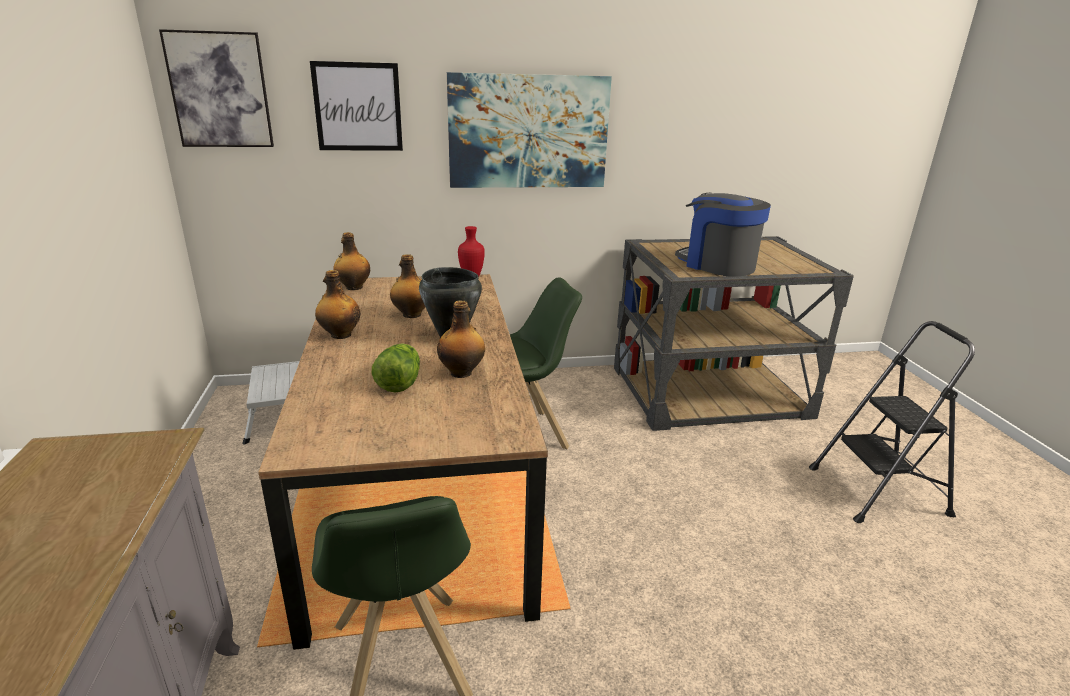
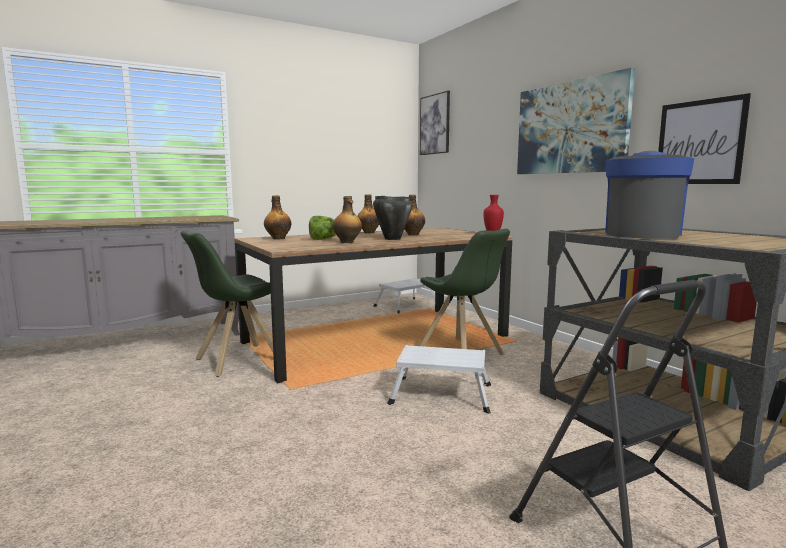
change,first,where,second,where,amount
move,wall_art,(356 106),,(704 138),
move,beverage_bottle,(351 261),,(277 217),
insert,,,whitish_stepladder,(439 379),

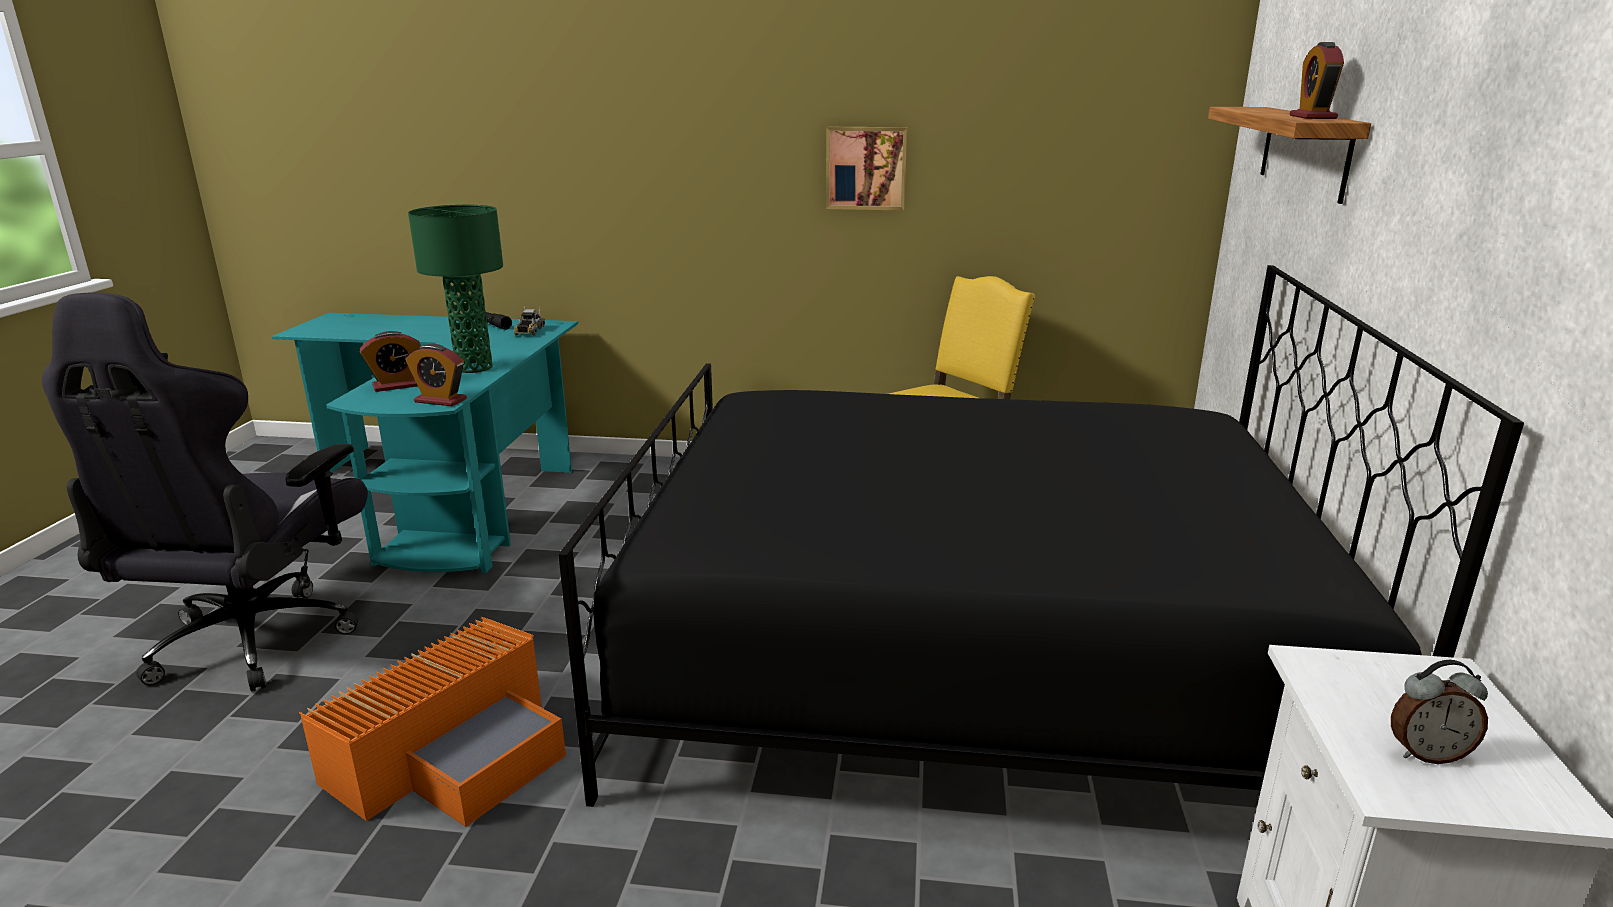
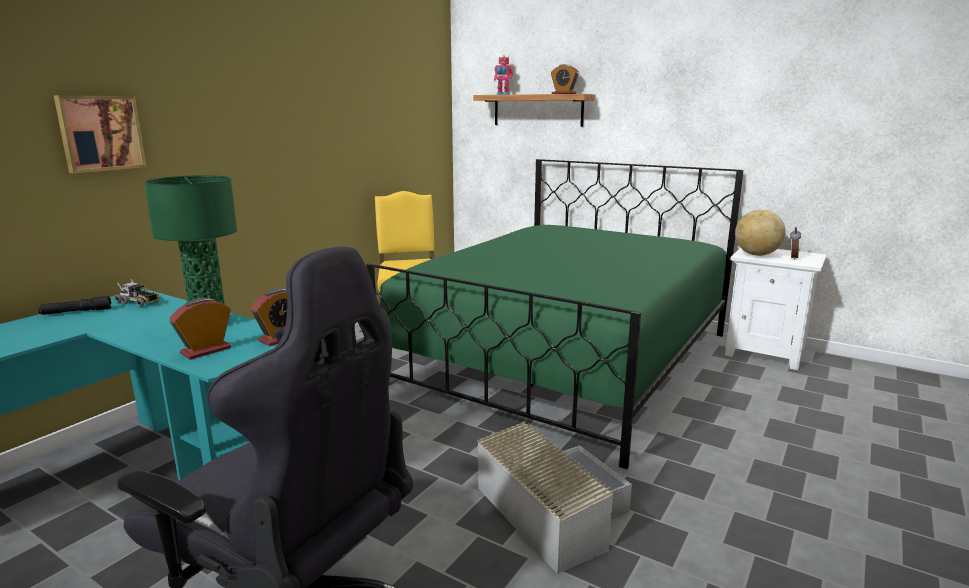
change,first,where,second,where,amount
move,wall_art,(866 169),,(100 134),
recolor,black_sleeping_bed,(1041 536),greenish_sleeping_bed,(555 314),
rotate,table_clock,(390 361),,(200 329),135 degrees counterclockwise
recolor,orange-coloured_storage_box,(432 722),gray_storage_box,(554 497),
insert,,,toy_robot,(503 75),
insert,,,globe,(760 232),

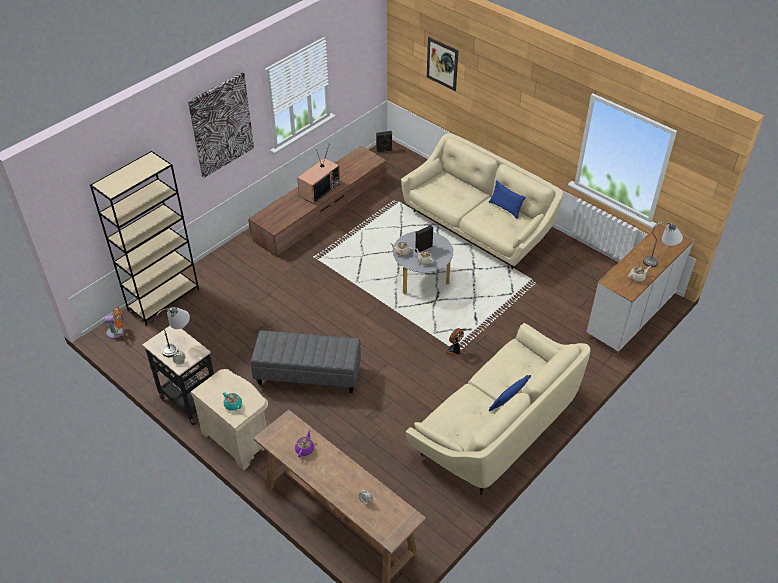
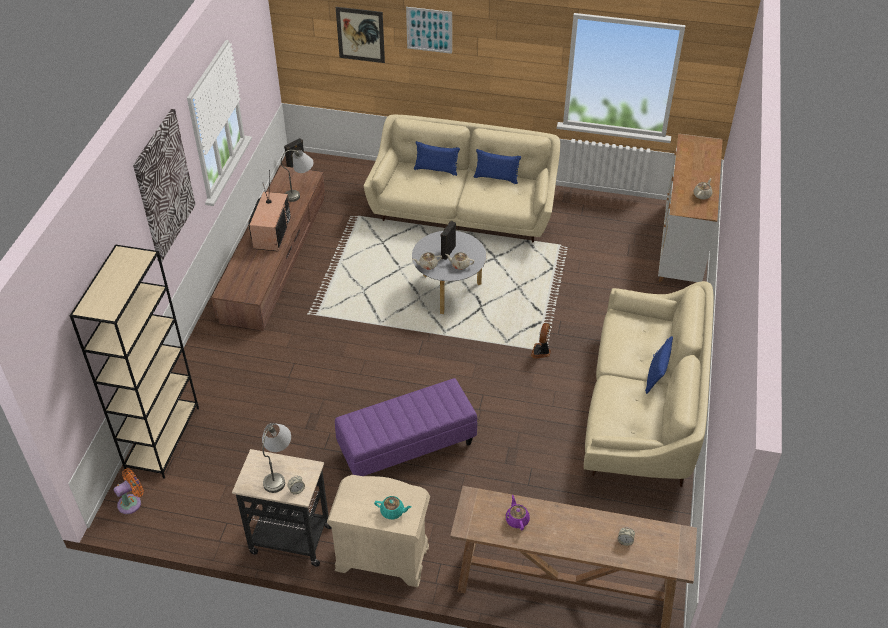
change,first,where,second,where,amount
move,gray_lamp_for_a_table,(663 244),,(297 176),
recolor,gray_ottoman,(306 361),purple-coloured_ottoman,(406 427),
insert,,,wall_art,(429 30),
insert,,,blue-coloured_pillow,(437 158),

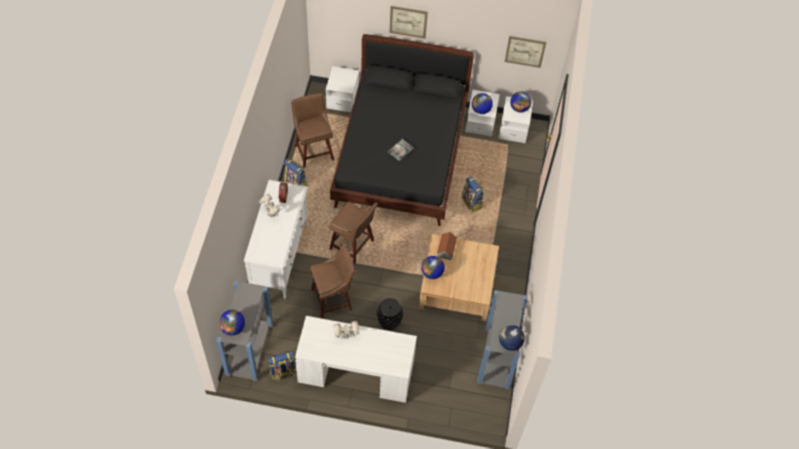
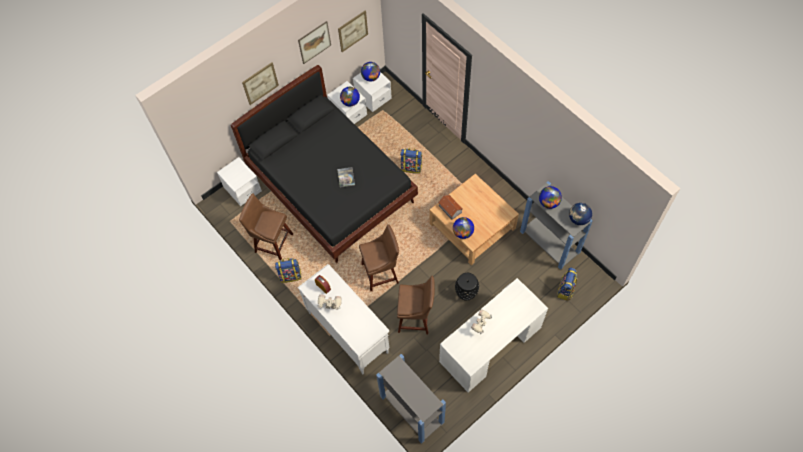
change,first,where,second,where,amount
rotate,brown_plain_chair,(332 281),,(416 305),75 degrees clockwise
move,globe,(232 322),,(550 197),
move,rucksack,(282 366),,(567 284),
insert,,,wall_art,(314 42),

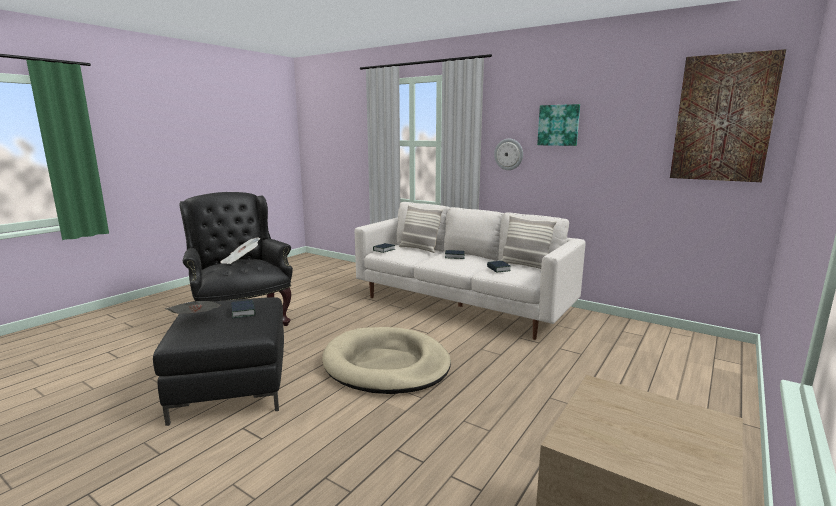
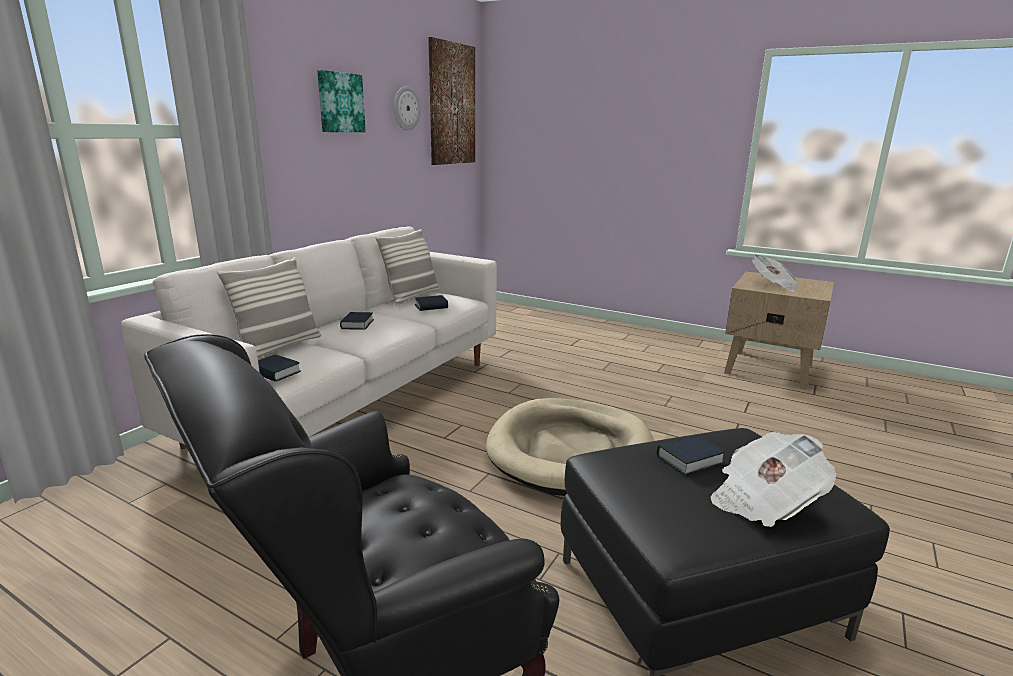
change,first,where,second,where,amount
move,wall_clock,(508 154),,(407 108),
move,newspaper,(240 250),,(775 273),

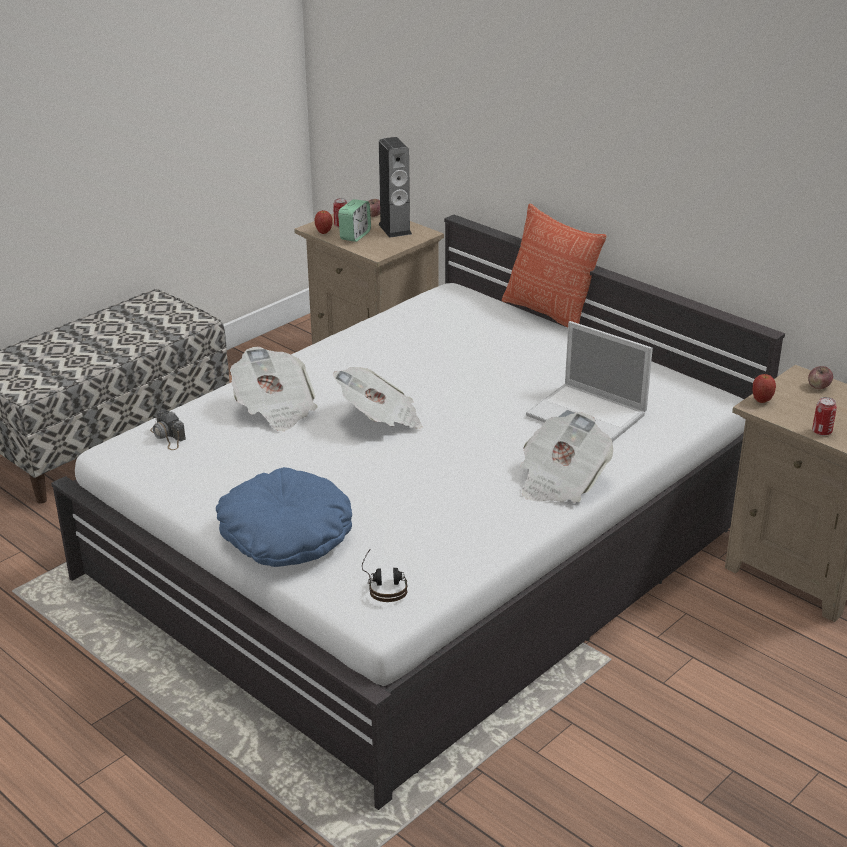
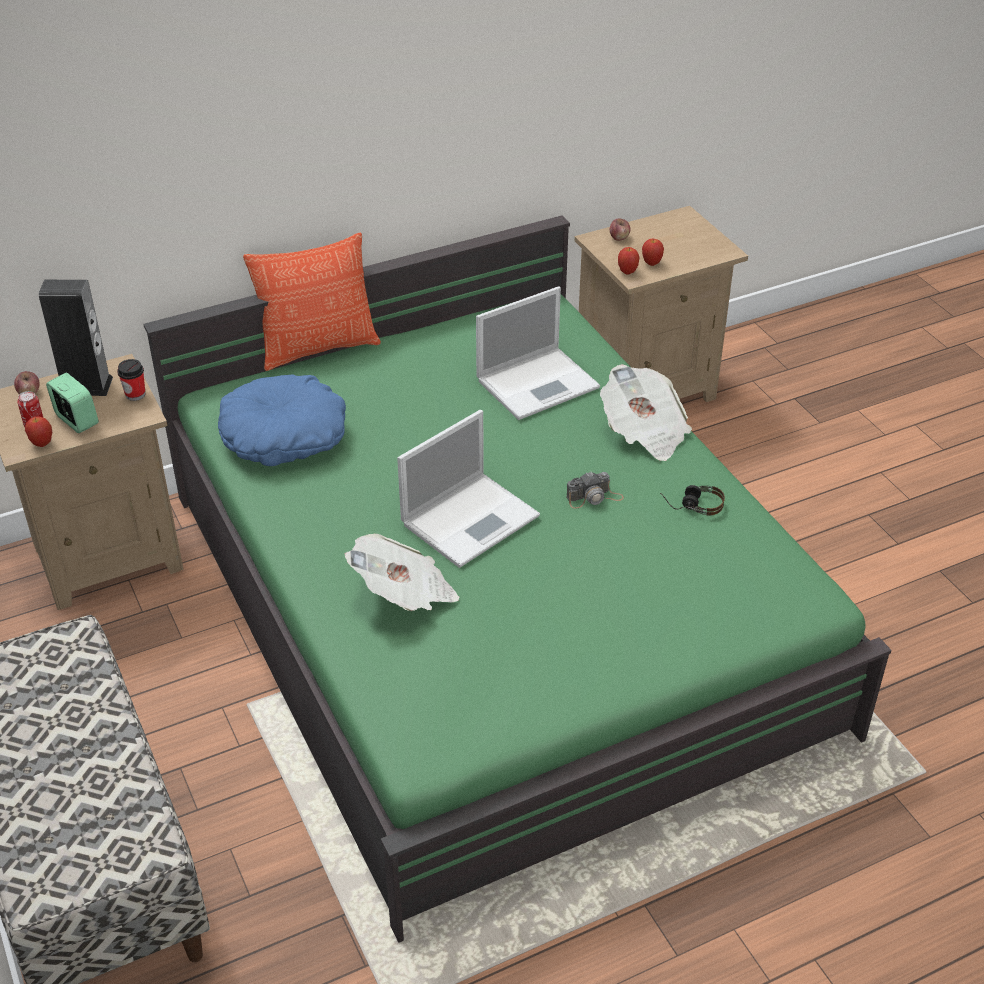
change,first,where,second,where,amount
recolor,whitish_sleeping_bed,(418 512),greenish_sleeping_bed,(517 579),
replace,newspaper,(378 398),portable_computer,(468 489),
delete,metal_can,(824 416),,,
move,photo_camera,(168 430),,(595 489),
move,blue-coloured_pillow,(284 517),,(282 420),
move,headset,(385 576),,(692 500),
insert,,,apple,(653 252),
insert,,,cup,(131 380),

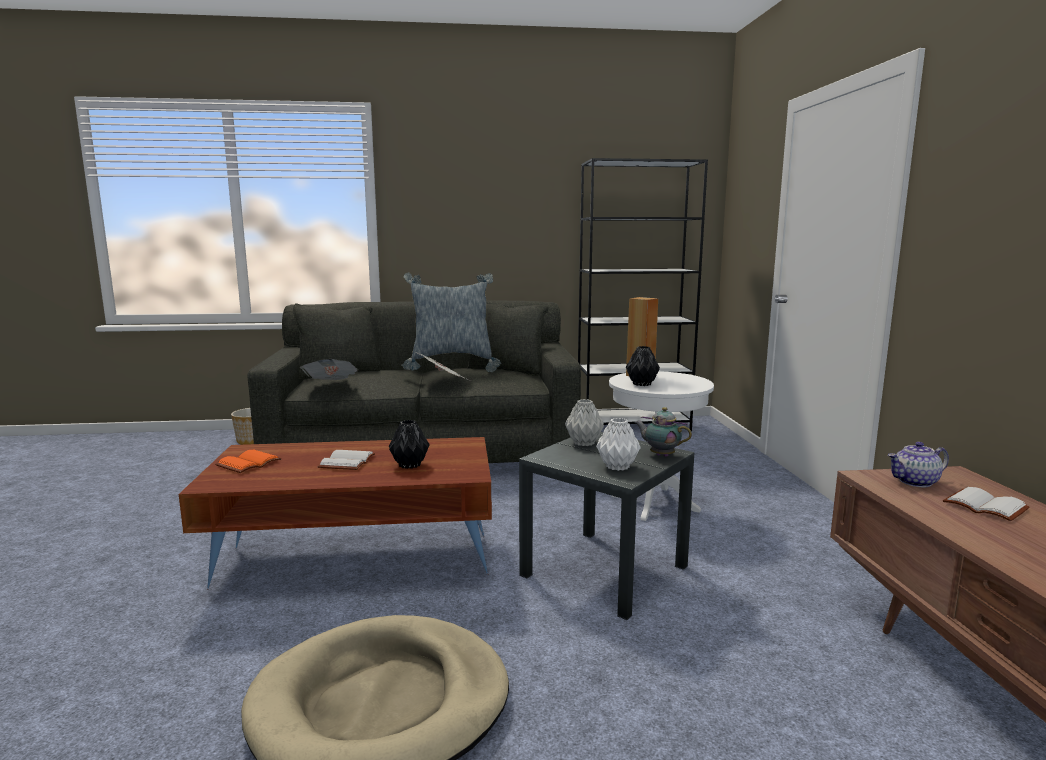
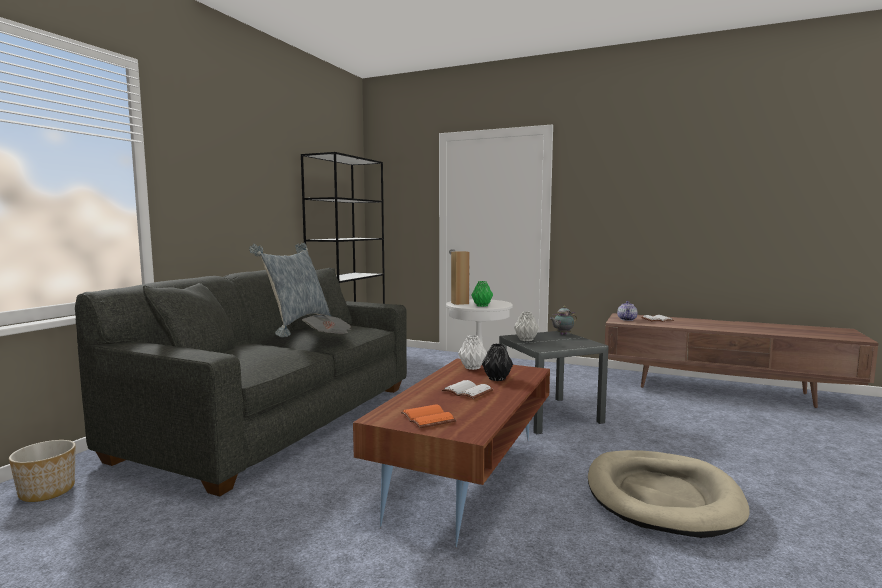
change,first,where,second,where,amount
recolor,black_flower_vase,(643 366),greenish_flower_vase,(482 294),
delete,newspaper,(329 369),,,
move,whitish_flower_vase,(618 444),,(472 352),

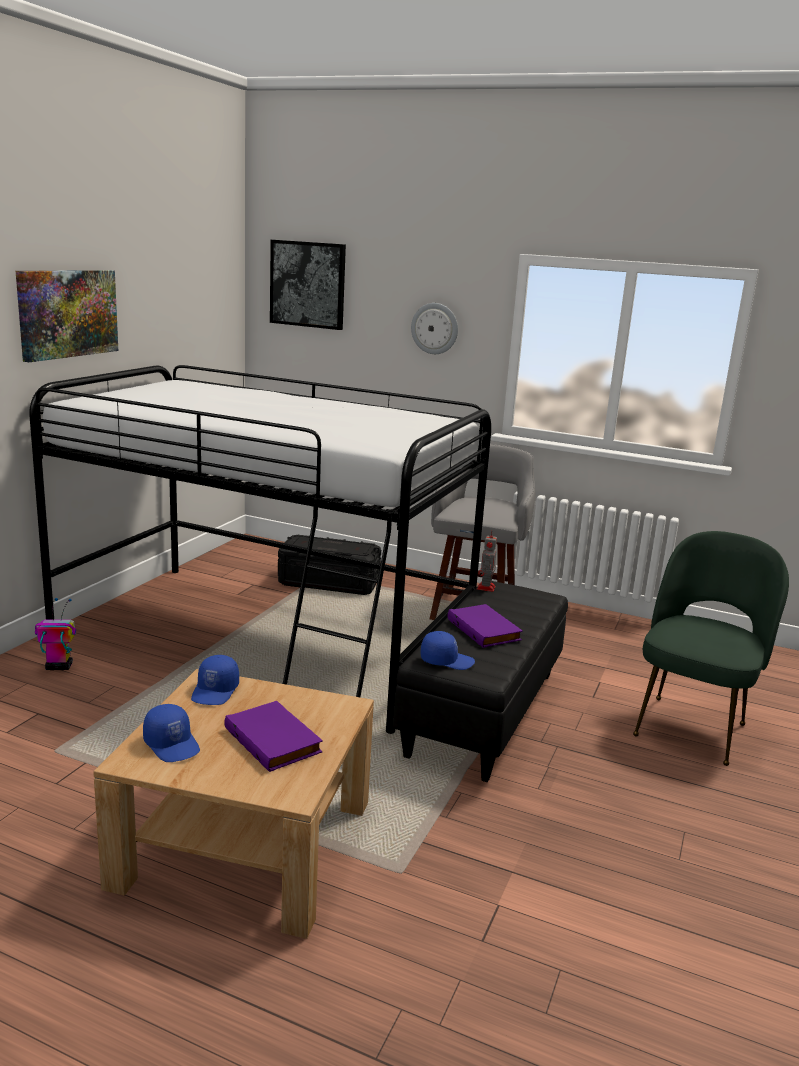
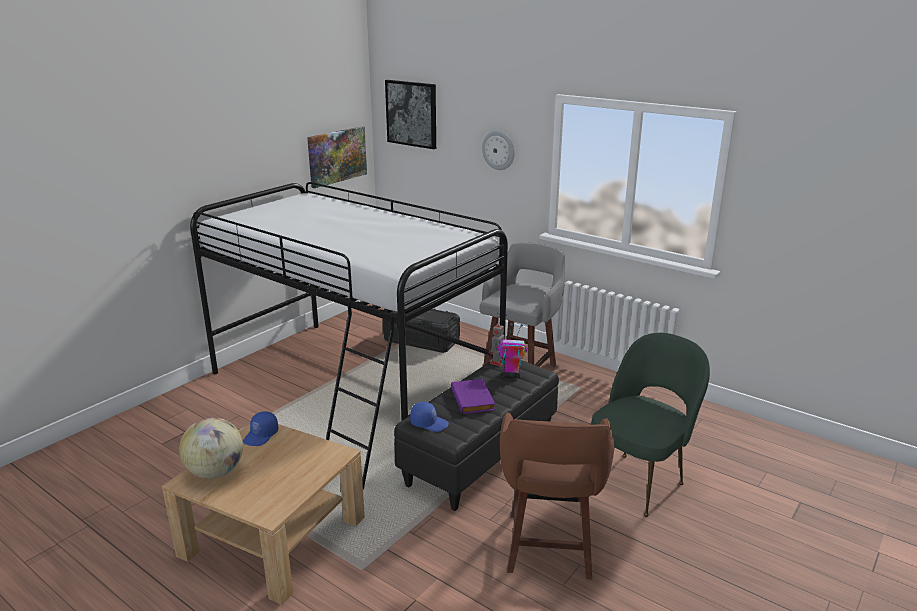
change,first,where,second,where,amount
move,wall_art,(67 316),,(337 157),
move,toy_robot,(55 634),,(512 351),
delete,purple-coloured_volume,(273 736),,,
replace,blue-coloured_baseball_cap,(171 733),globe,(211 448),
insert,,,brown_stool,(557 495),

